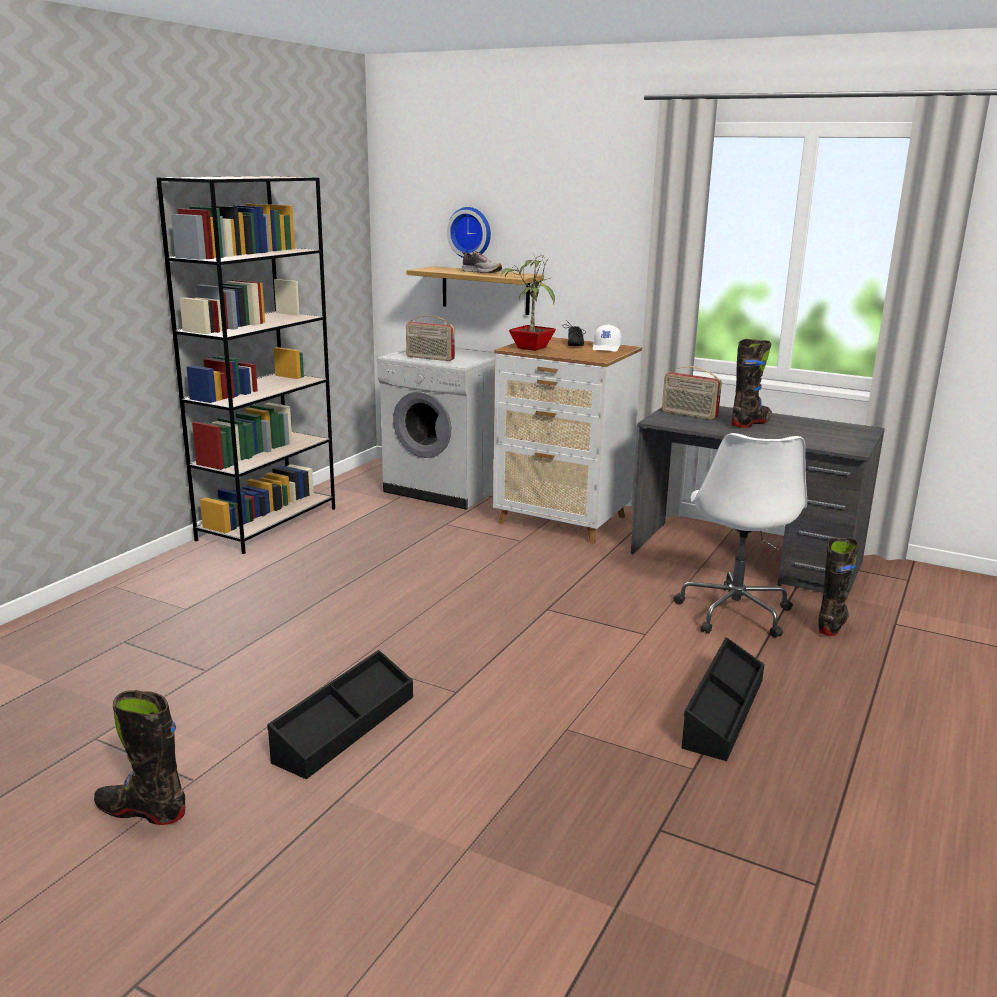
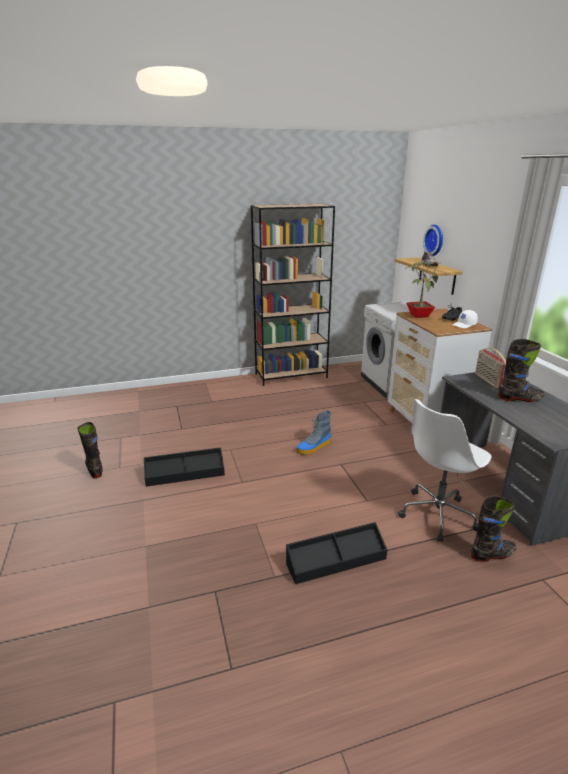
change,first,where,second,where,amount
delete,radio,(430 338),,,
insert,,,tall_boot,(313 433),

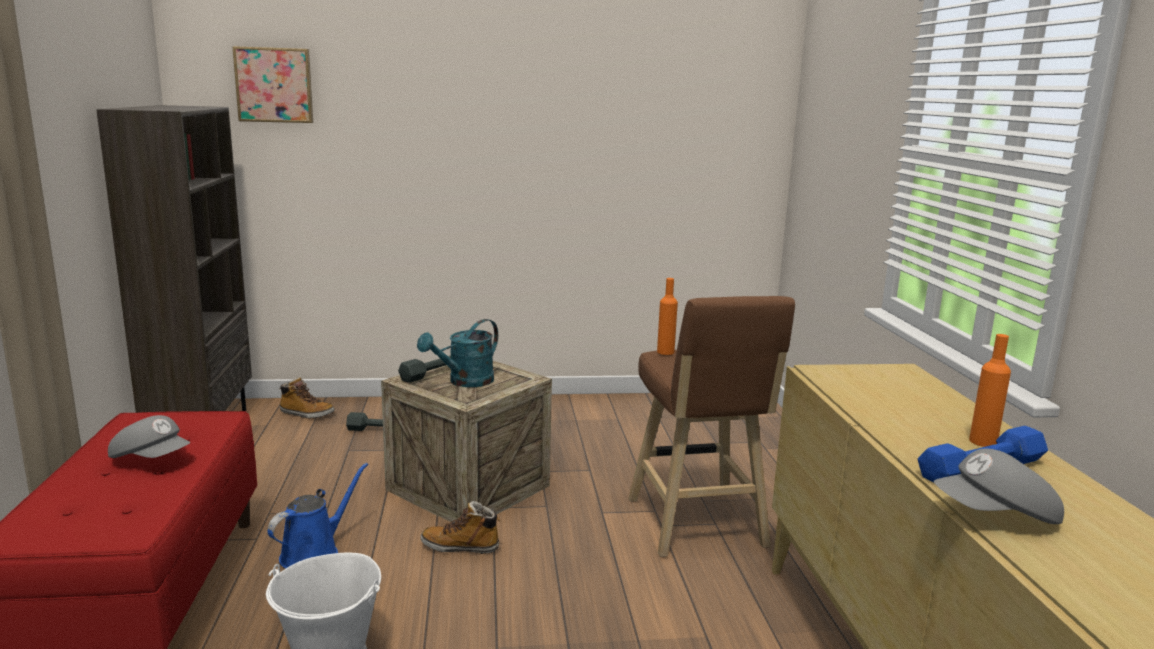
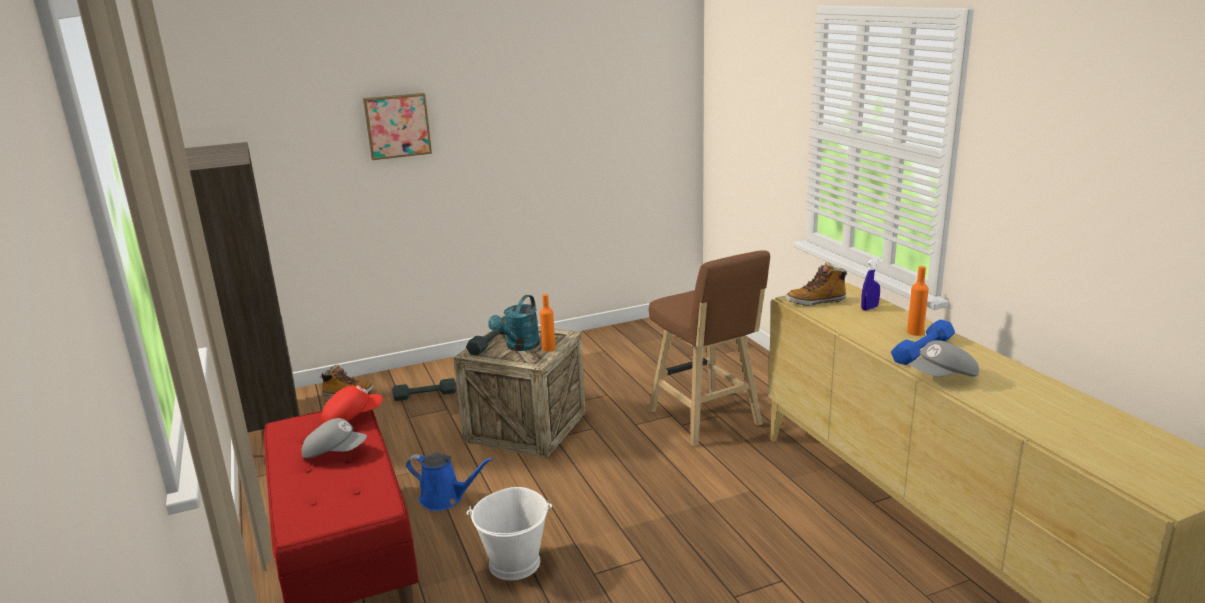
change,first,where,second,where,amount
move,wall_art,(272 84),,(397 126),
move,orange-coloured_beverage_bottle,(667 316),,(547 322),
rotate,blue-coloured_sprinkling_can,(317 516),,(449 482),90 degrees clockwise
move,tall_boot,(461 527),,(817 284),
insert,,,blue-coloured_hand_sprayer,(871 284),
insert,,,red-coloured_baseball_cap,(352 405),

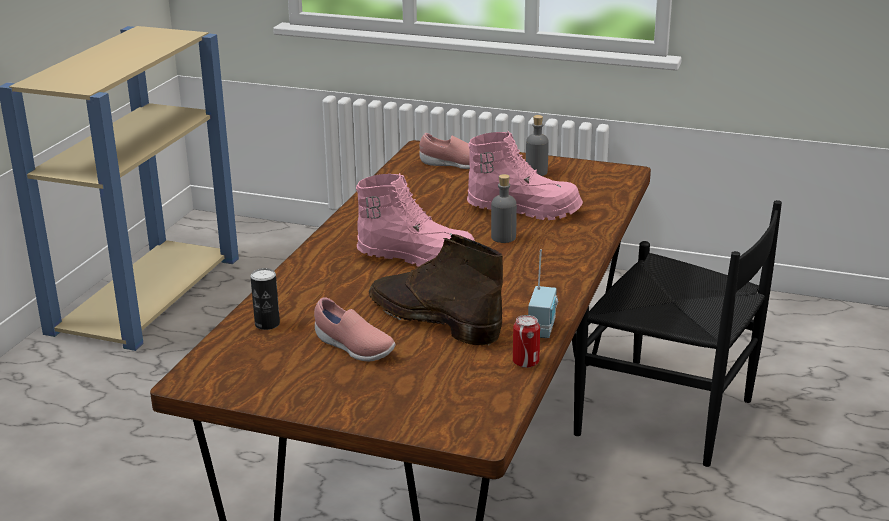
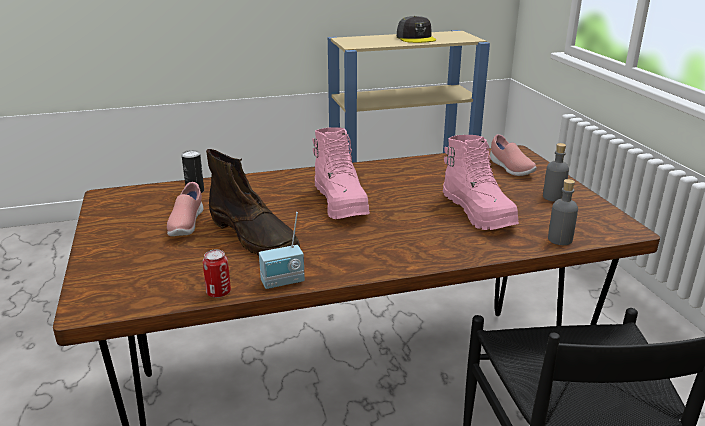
change,first,where,second,where,amount
move,gray_beverage_bottle,(504 208),,(563 212),
rotate,brown_tall_boot,(436 290),,(253 202),135 degrees clockwise
insert,,,gray_baseball_cap,(416 29),

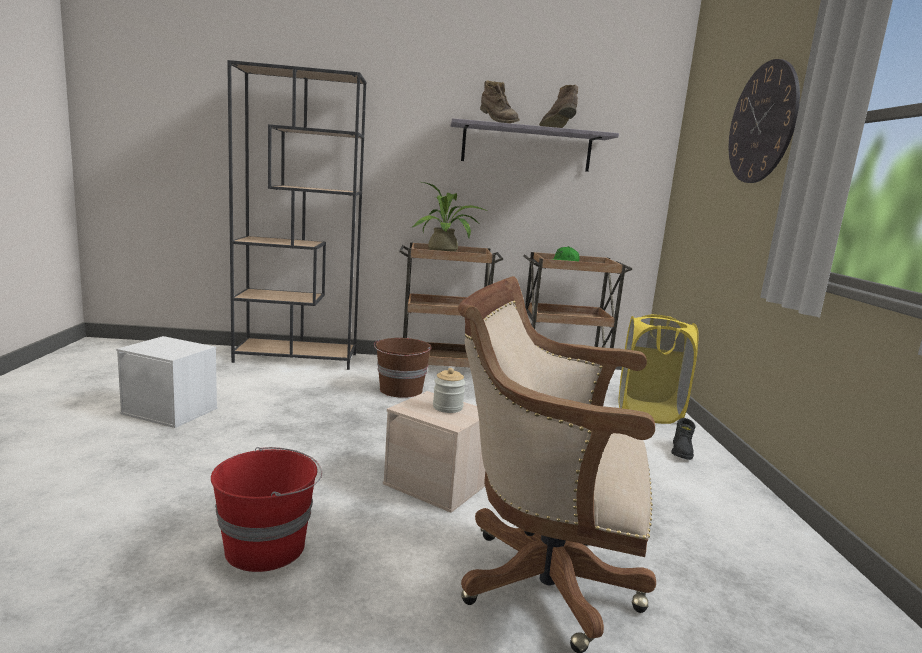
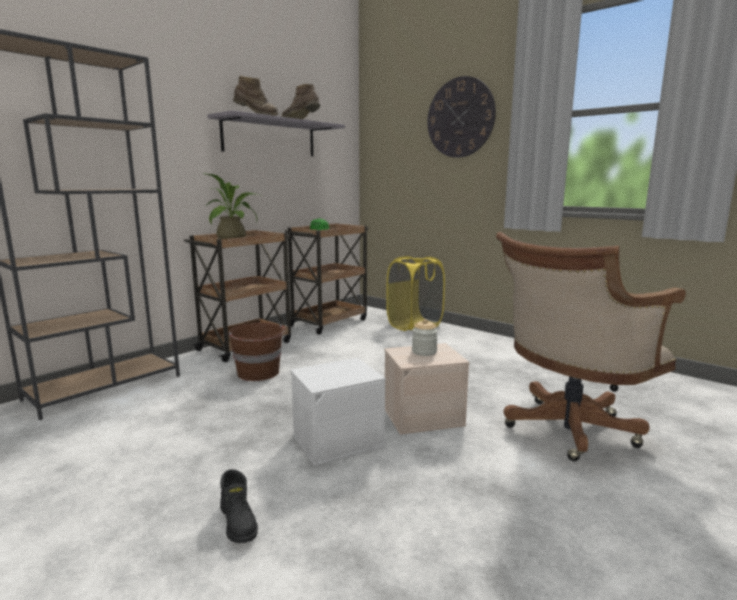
change,first,where,second,where,amount
move,whitish_storage_box,(166 382),,(338 412),
move,black_tall_boot,(683 439),,(239 506),
delete,red-coloured_bucket,(266 509),,,

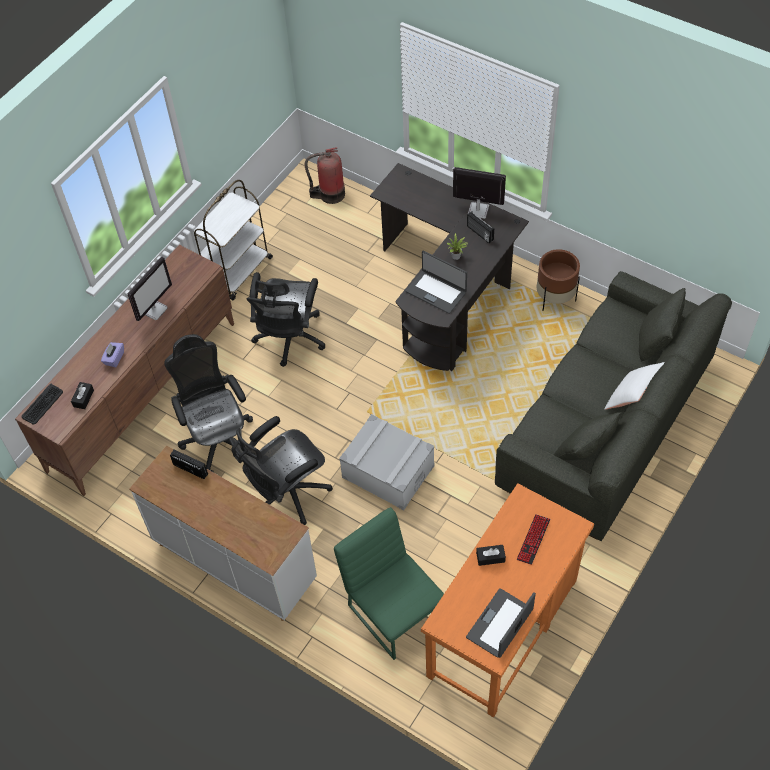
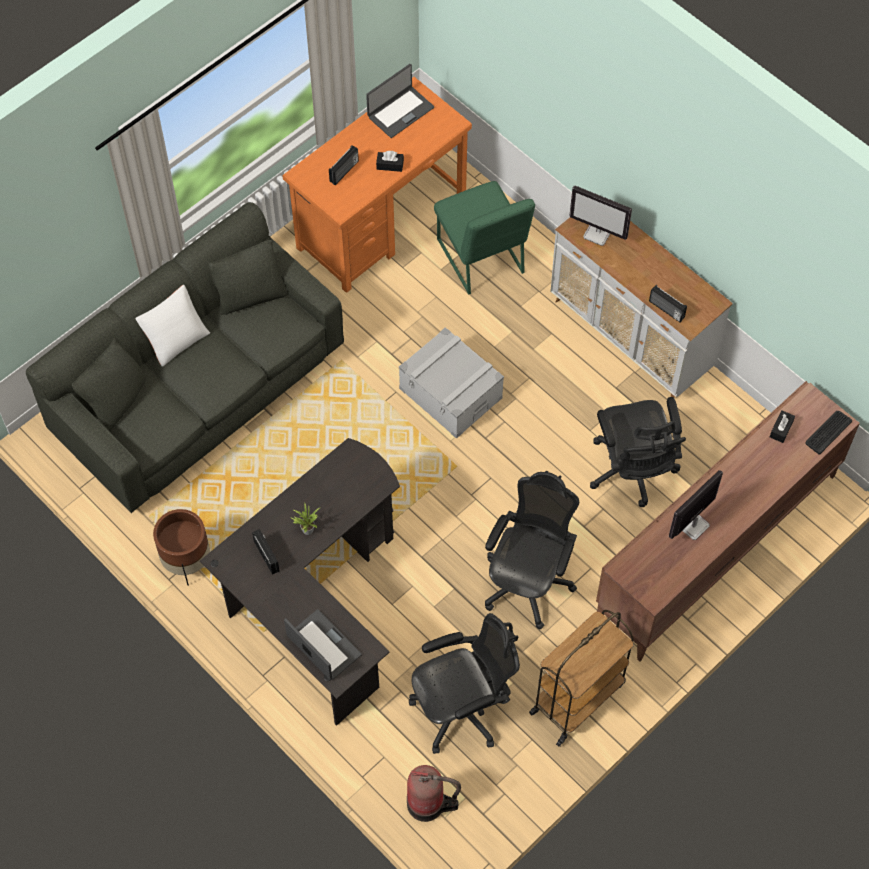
change,first,where,second,where,amount
move,computer_screen,(479 193),,(601 216),
recolor,whitish_trolley,(233 240),brown_trolley,(581 678),
move,portable_computer,(436 282),,(323 644),
delete,purple-coloured_box_of_tissues,(112 354),,,
move,desk_chair,(281 470),,(464 683),
replace,keyboard,(533 539),radio,(344 165),

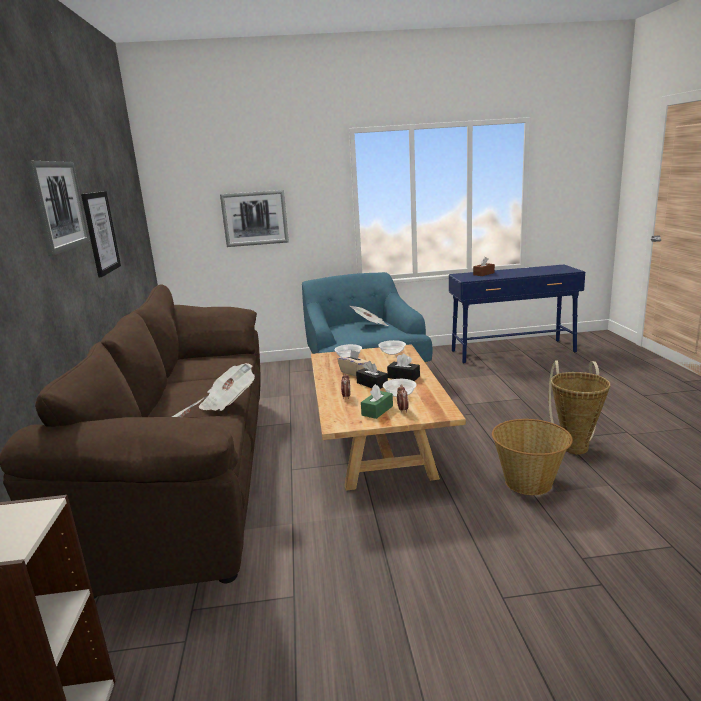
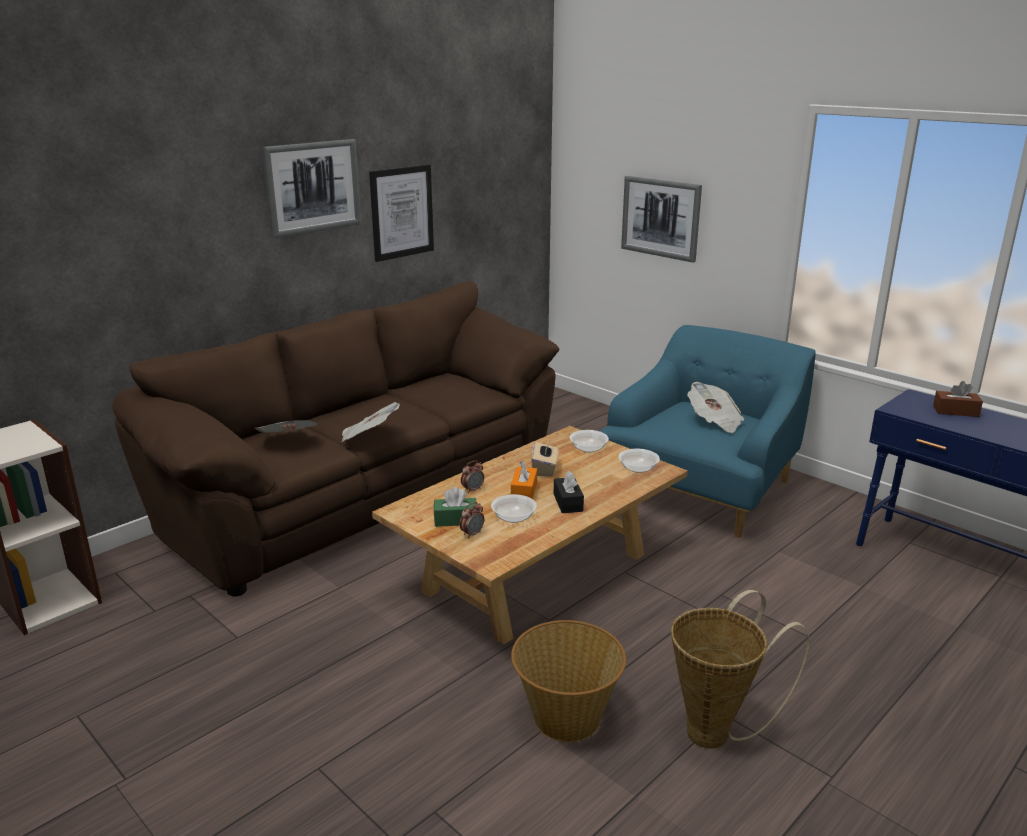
change,first,where,second,where,amount
recolor,black_box_of_tissues,(372 375),orange-coloured_box_of_tissues,(524 480),

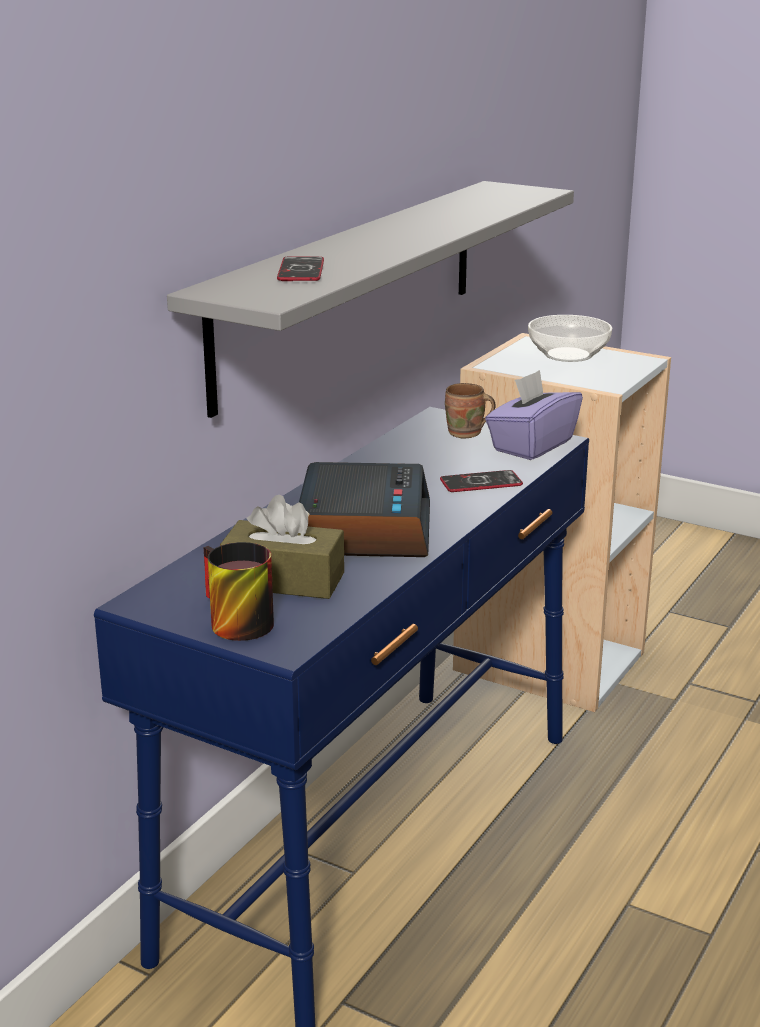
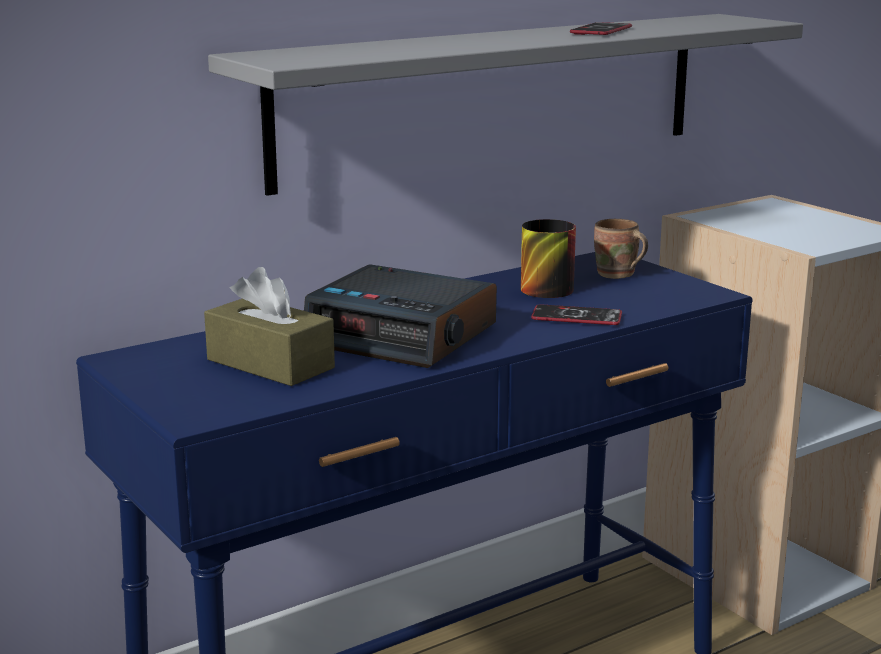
change,first,where,second,where,amount
move,telephone,(300 269),,(601 28),
delete,deep_dish,(570 338),,,
delete,purple-coloured_box_of_tissues,(534 415),,,
rotate,table_clock,(364 509),,(400 316),90 degrees clockwise
move,coffee_mug,(238 591),,(548 258),

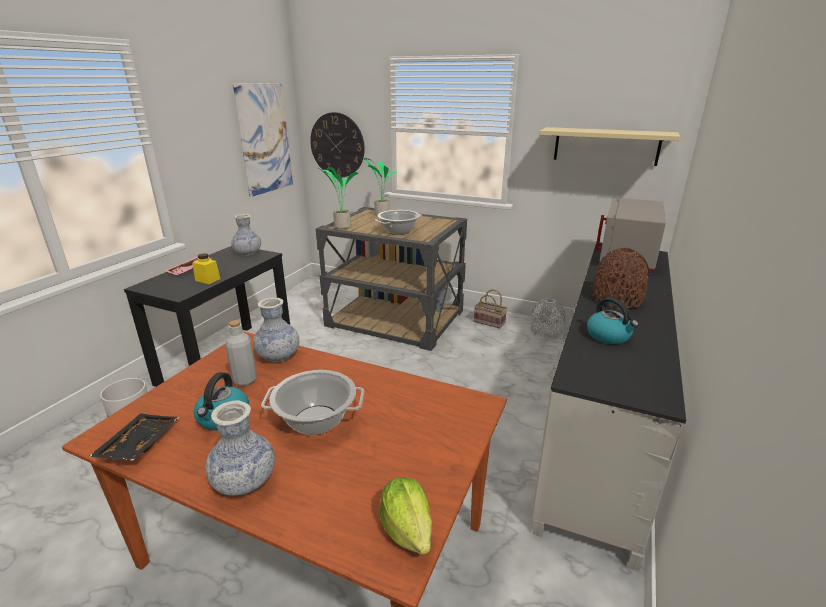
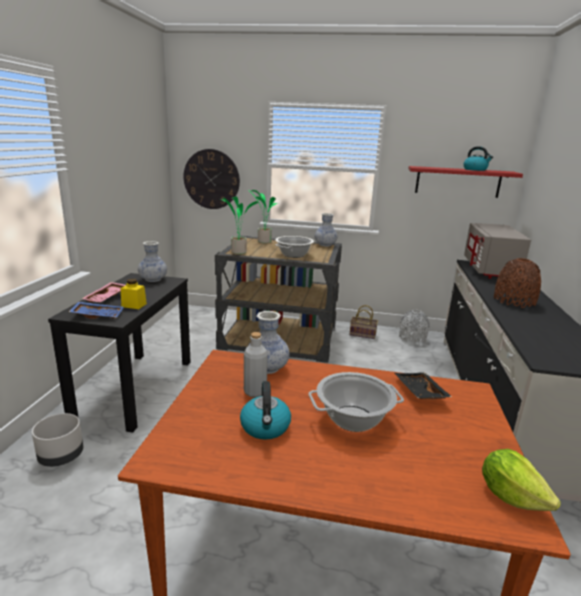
change,first,where,second,where,amount
delete,wall_art,(263 140),,,
recolor,beige-coloured_wall_shelf,(609 146),red-coloured_wall_shelf,(465 182),
move,kettle,(613 320),,(478 158),
move,flower_vase,(240 448),,(326 229),
move,black_serving_tray,(134 437),,(423 386),
insert,,,blue-coloured_serving_tray,(96 310),

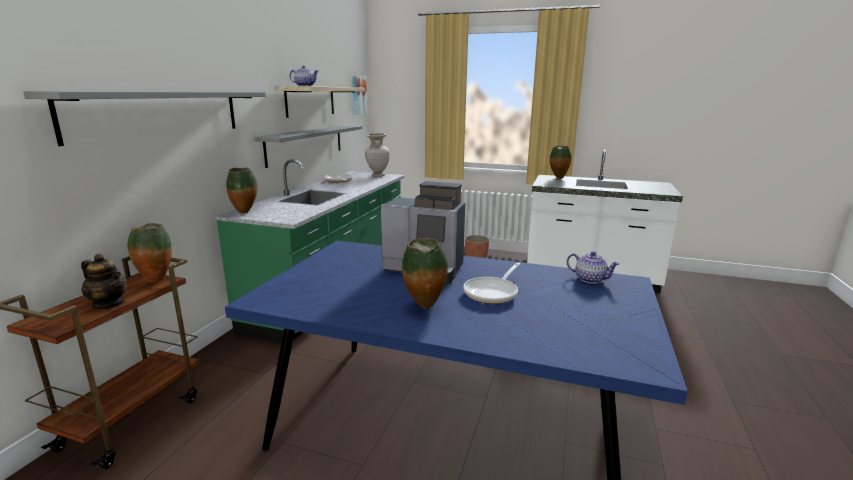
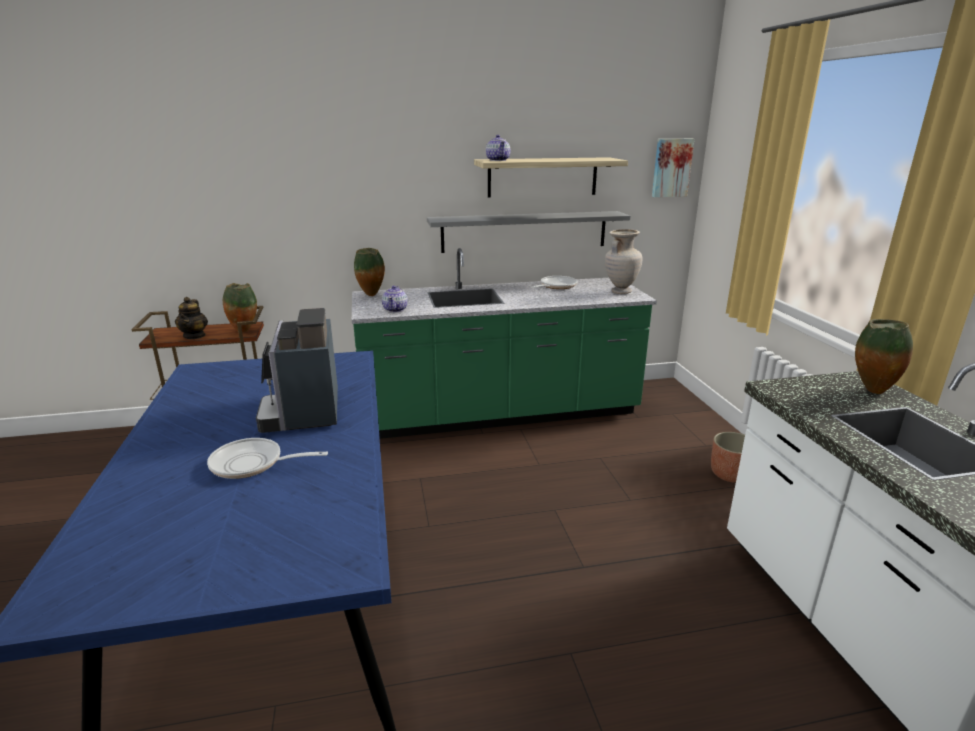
change,first,where,second,where,amount
delete,gray_wall_shelf,(144 118),,,
delete,flower_vase,(424 273),,,
move,teapot,(593 267),,(395 299),

